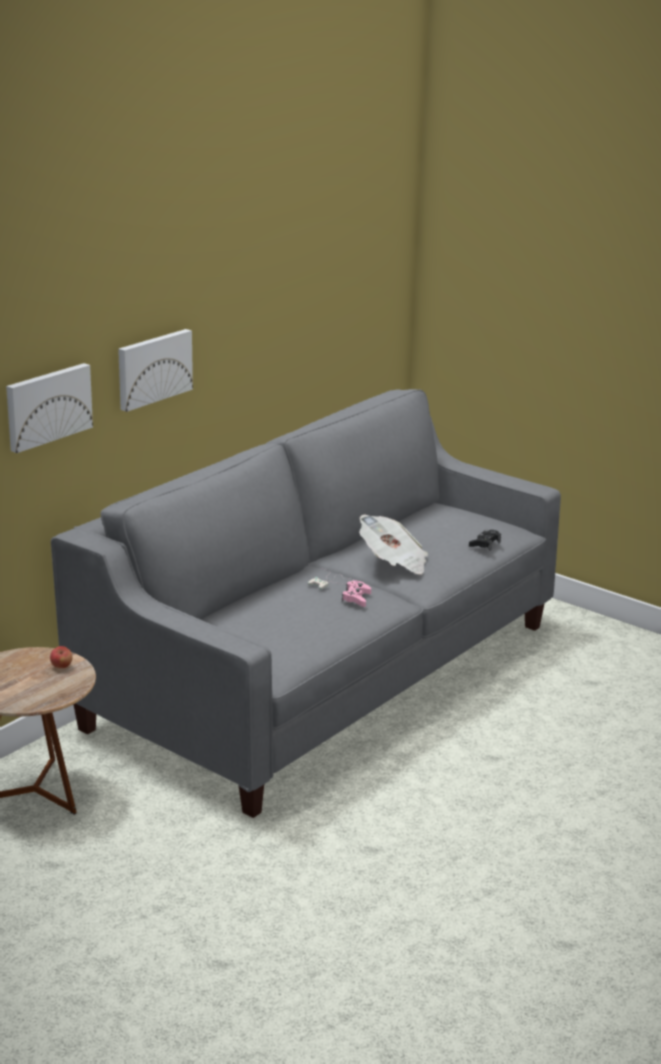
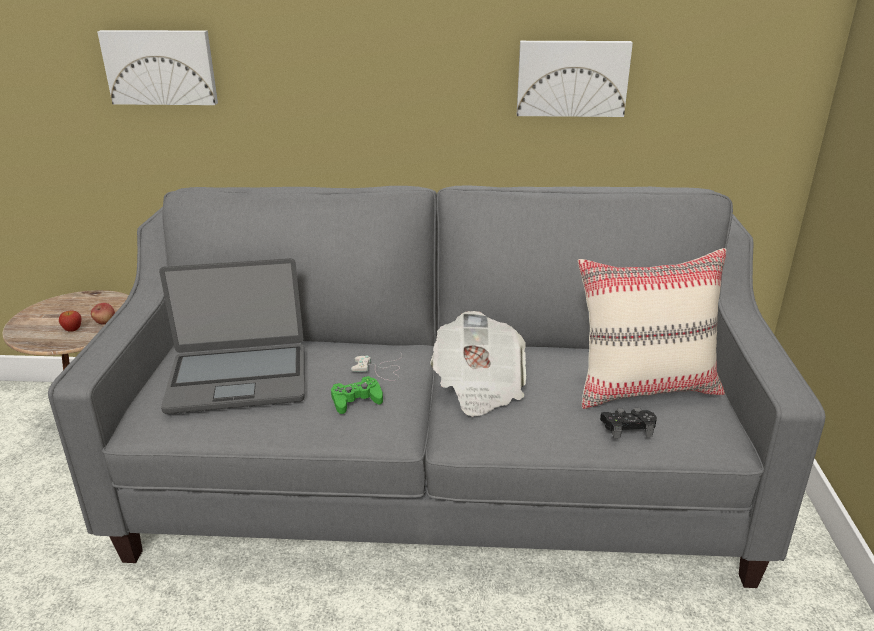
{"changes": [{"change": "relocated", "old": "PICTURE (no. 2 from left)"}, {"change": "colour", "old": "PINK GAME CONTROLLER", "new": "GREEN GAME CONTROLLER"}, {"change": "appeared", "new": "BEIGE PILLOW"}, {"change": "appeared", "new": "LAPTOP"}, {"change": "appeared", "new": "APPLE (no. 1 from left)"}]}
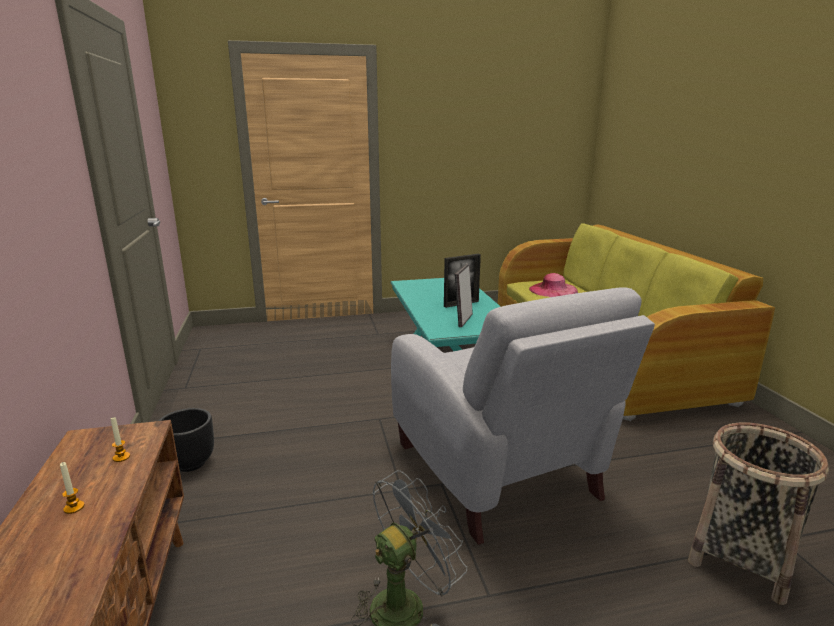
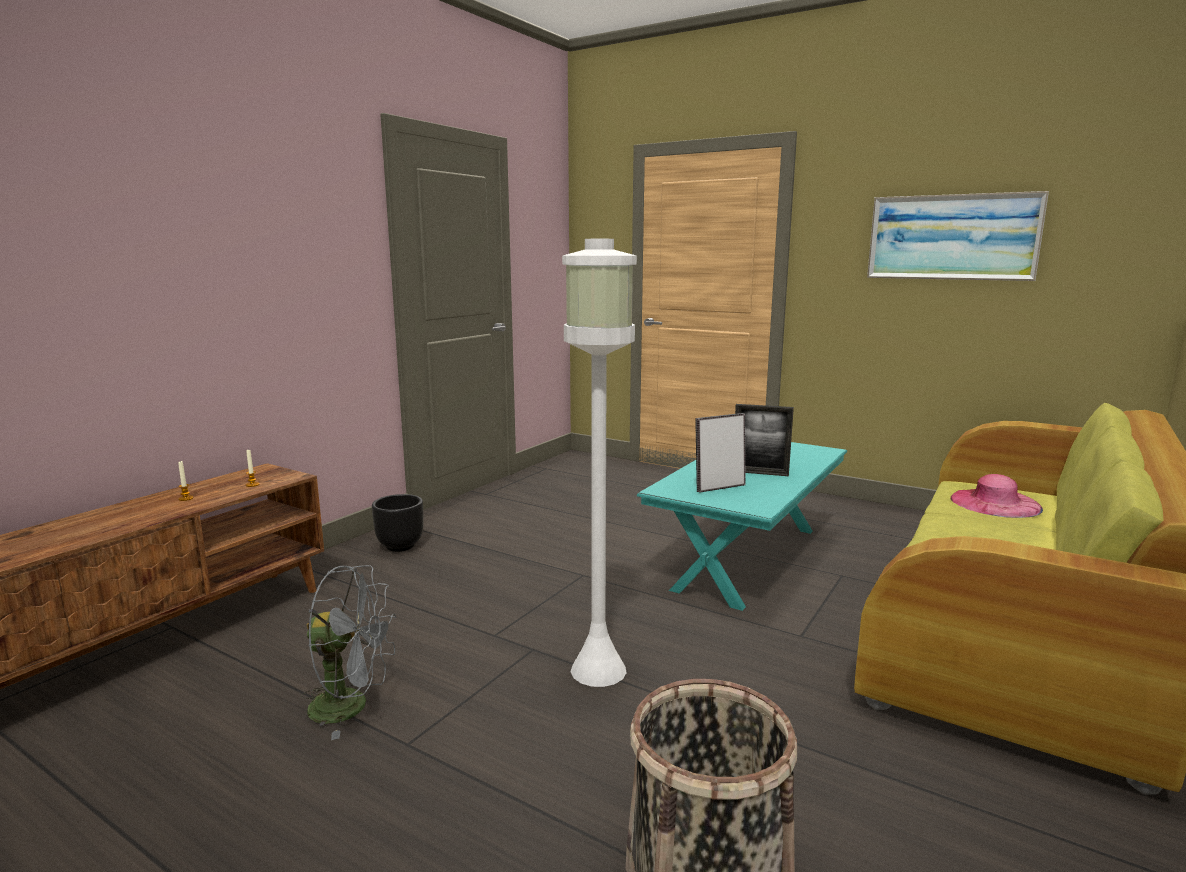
{"changes": [{"change": "exchanged", "old": "GREY ARMCHAIR", "new": "WHITE FLOOR LAMP"}, {"change": "appeared", "new": "PICTURE"}]}
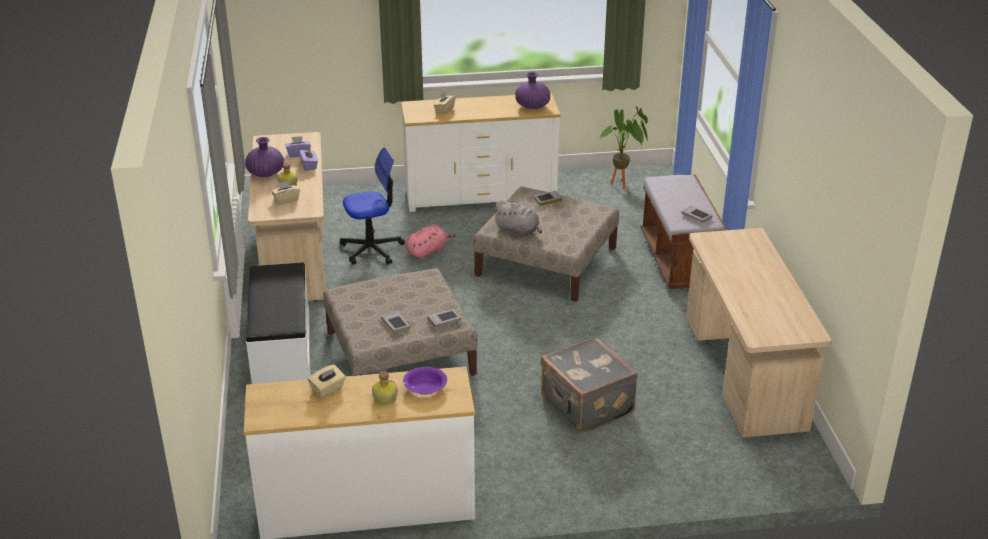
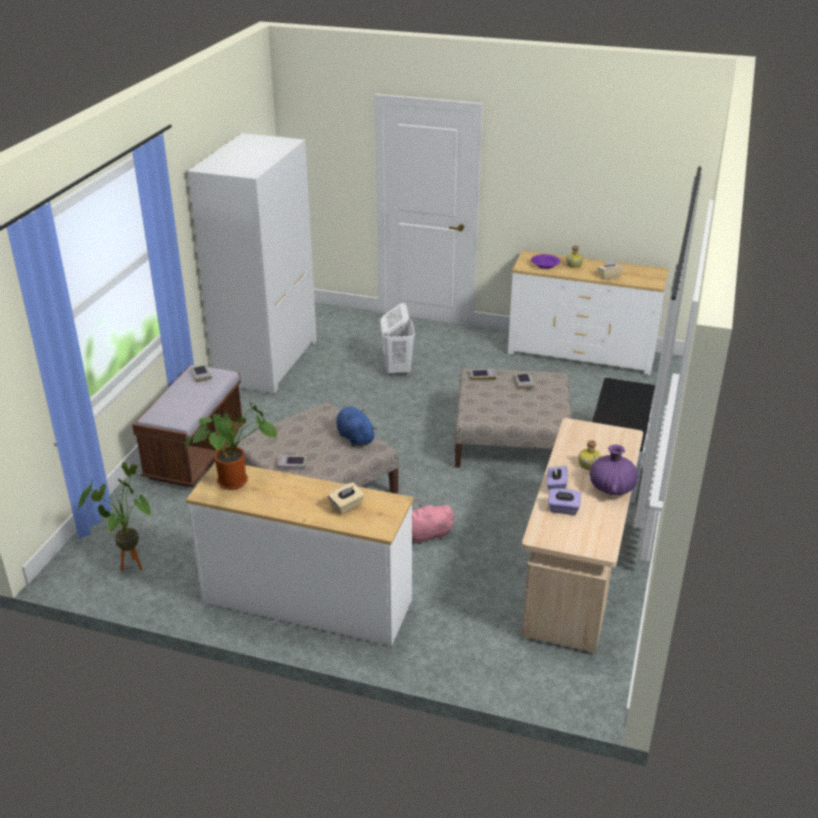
{"changes": [{"change": "exchanged", "old": "PURPLE VASE (no. 2 from left)", "new": "POTTED PLANT (no. 2 from left)"}, {"change": "missing", "old": "OFFICE CHAIR"}, {"change": "missing", "old": "BEIGE TISSUE BOX (no. 1 from left)"}, {"change": "colour", "old": "GREY PLUSH TOY", "new": "BLUE PLUSH TOY"}, {"change": "exchanged", "old": "BEIGE DESK (no. 2 from left)", "new": "WHITE WARDROBE"}, {"change": "exchanged", "old": "GREY SUITCASE", "new": "WHITE LAUNDRY BASKET"}]}
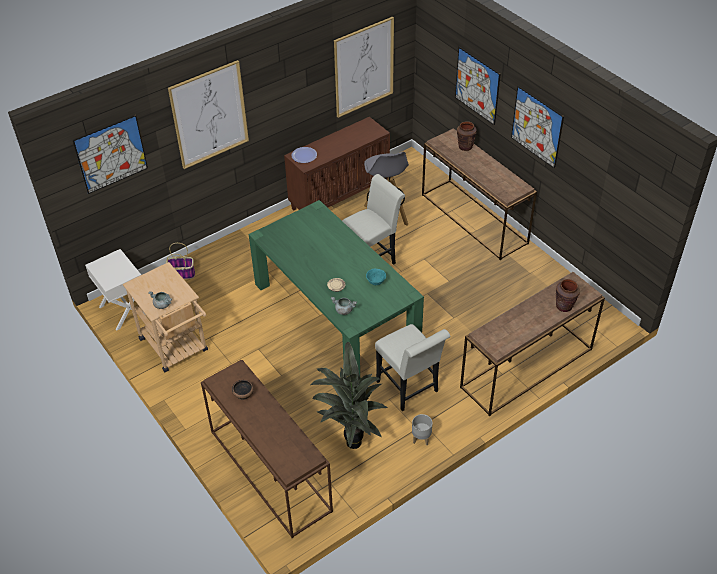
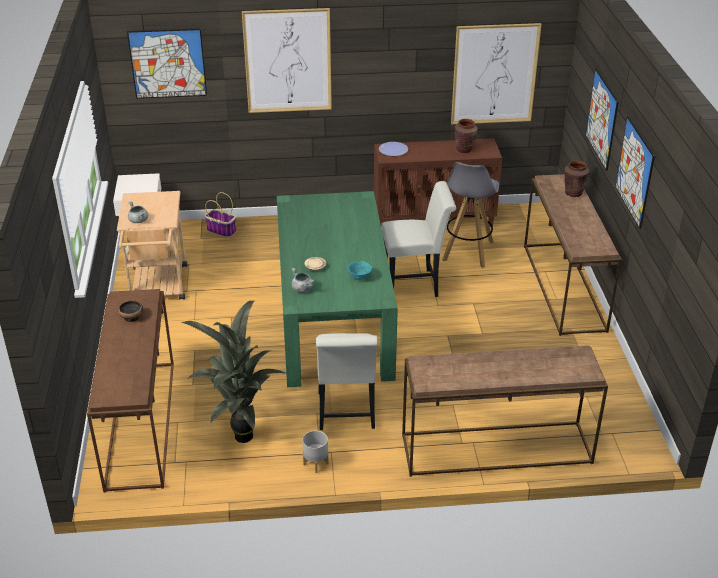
{"changes": [{"change": "relocated", "old": "BROWN VASE (no. 2 from left in the first image)", "new": "BROWN VASE (no. 1 from left)"}]}
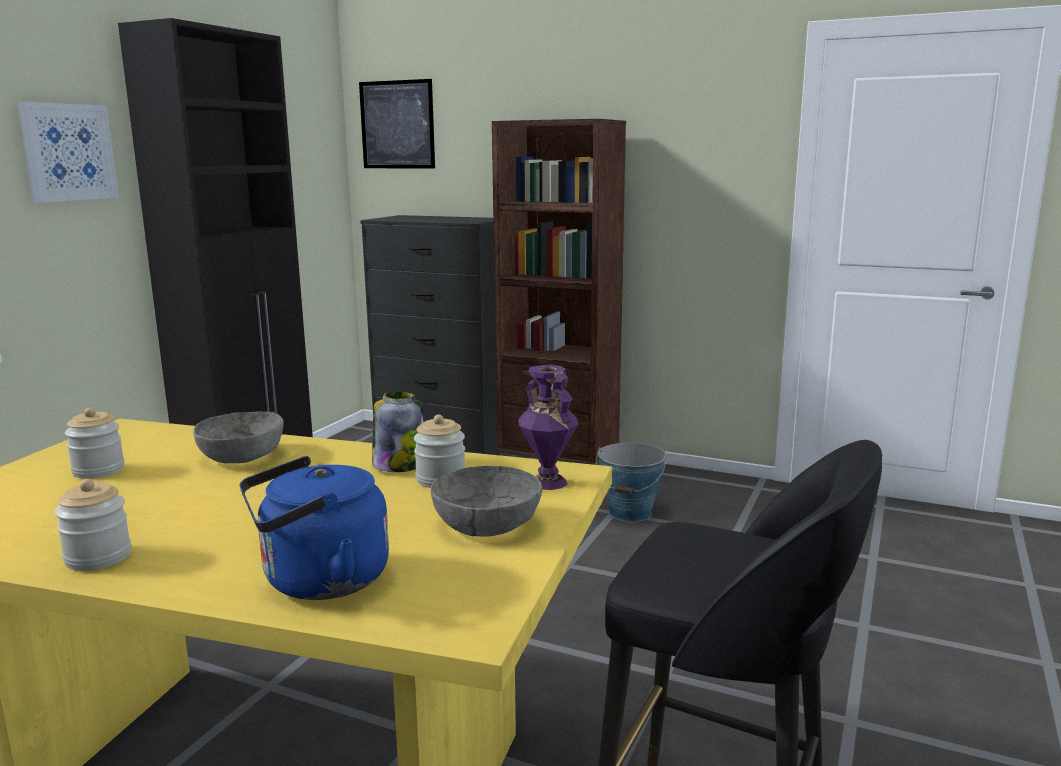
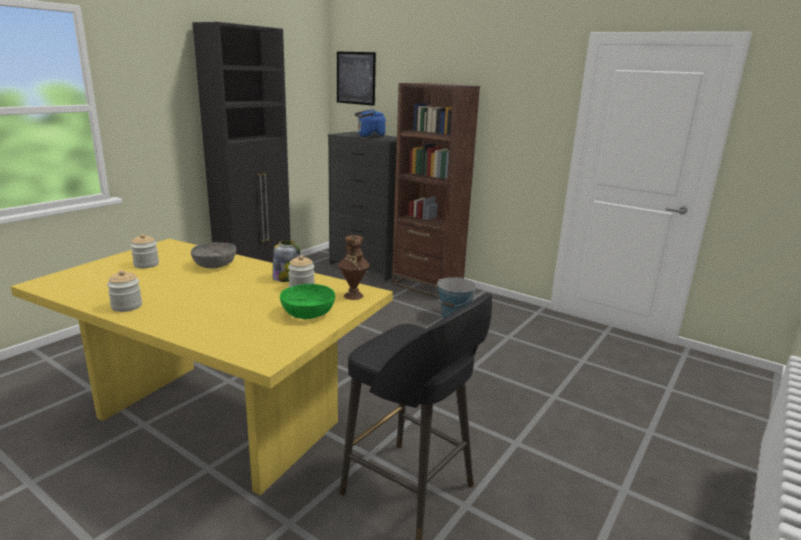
{"changes": [{"change": "missing", "old": "PICTURE (no. 1 from left)"}, {"change": "colour", "old": "PURPLE VASE", "new": "BROWN VASE"}, {"change": "relocated", "old": "BLUE KETTLE"}, {"change": "colour", "old": "GREY BOWL (no. 2 from left)", "new": "GREEN BOWL"}]}
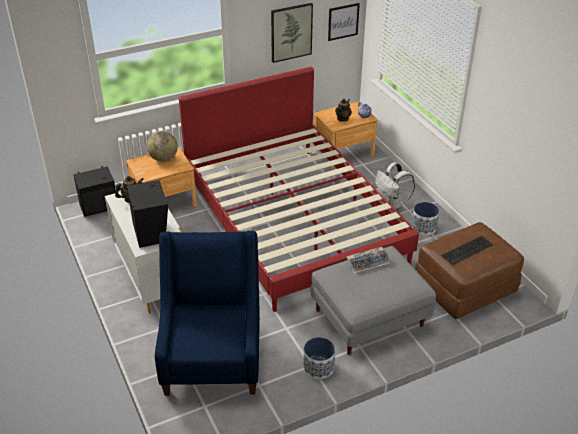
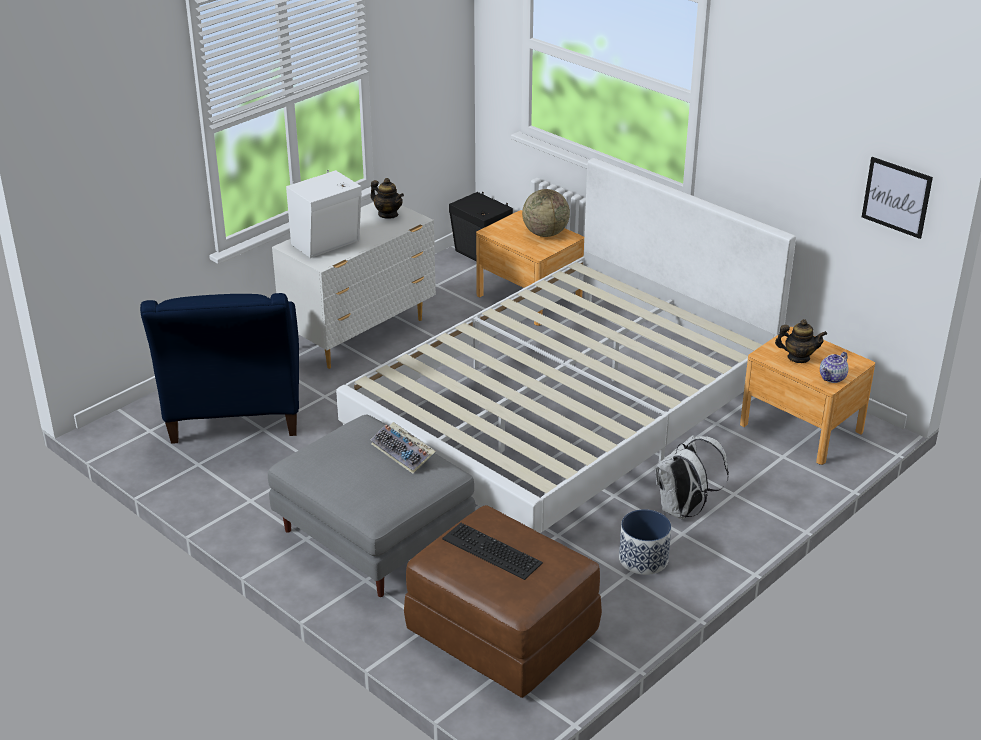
{"changes": [{"change": "missing", "old": "PICTURE (no. 1 from left)"}, {"change": "colour", "old": "RED BED", "new": "WHITE BED"}, {"change": "colour", "old": "BLACK SPEAKER (no. 2 from left)", "new": "WHITE SPEAKER"}, {"change": "spun", "old": "BLUE ARMCHAIR", "degrees": 105}, {"change": "missing", "old": "PLANTER (no. 1 from left)"}]}
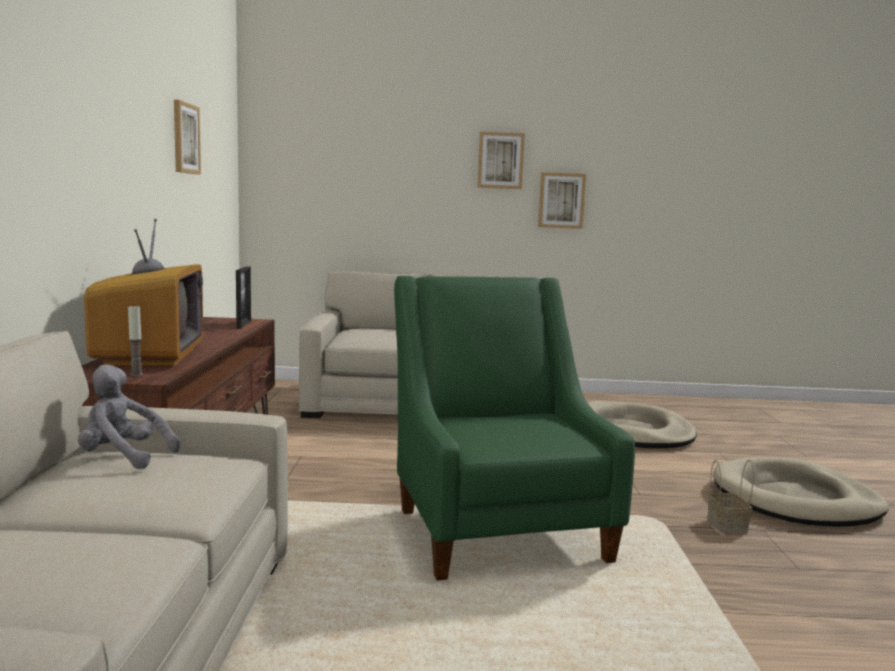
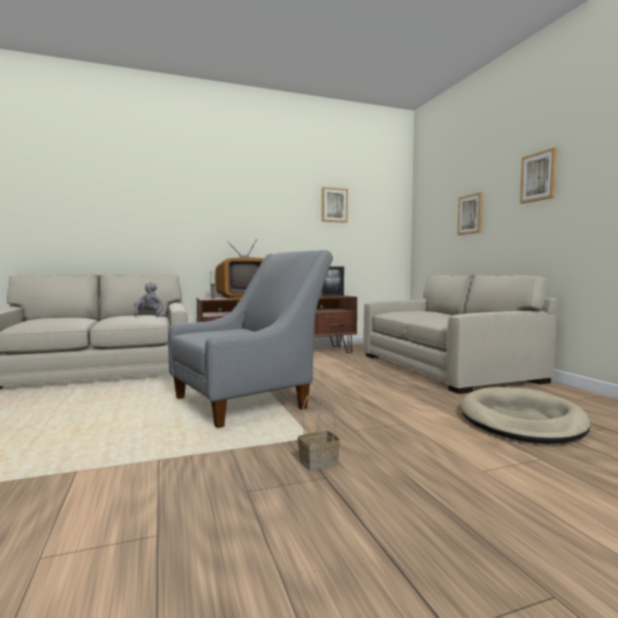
{"changes": [{"change": "relocated", "old": "PICTURE (no. 3 from left in the first image)", "new": "PICTURE (no. 2 from left)"}, {"change": "colour", "old": "GREEN ARMCHAIR", "new": "GREY ARMCHAIR"}, {"change": "missing", "old": "BEIGE DOG BED (no. 2 from left)"}]}
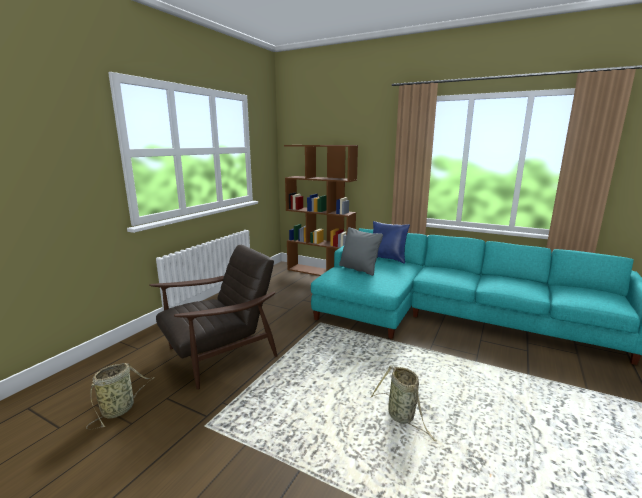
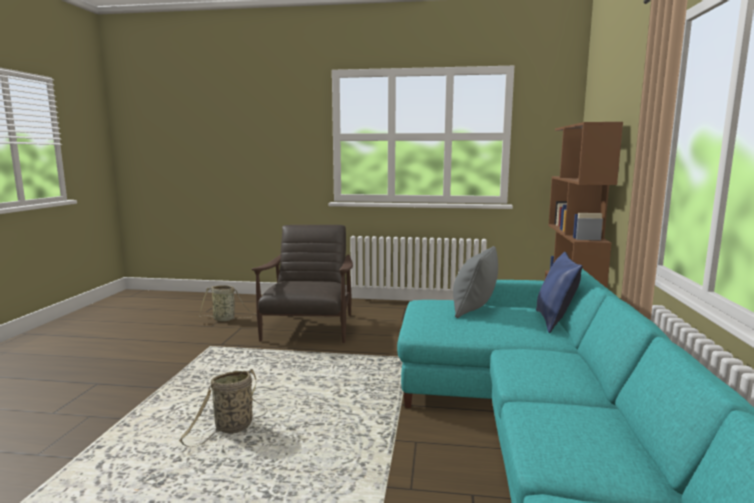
{"changes": [{"change": "spun", "old": "BROWN ARMCHAIR", "degrees": -120}]}
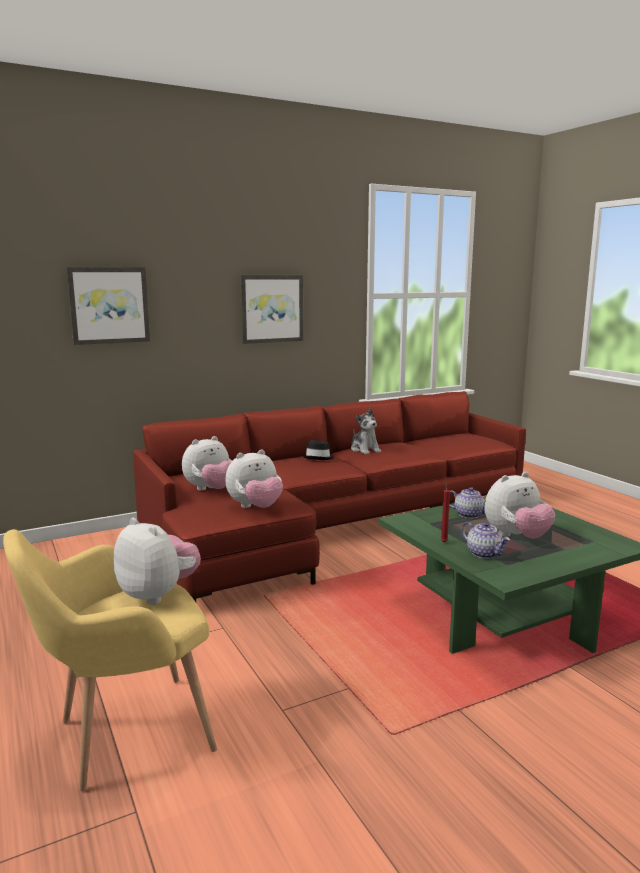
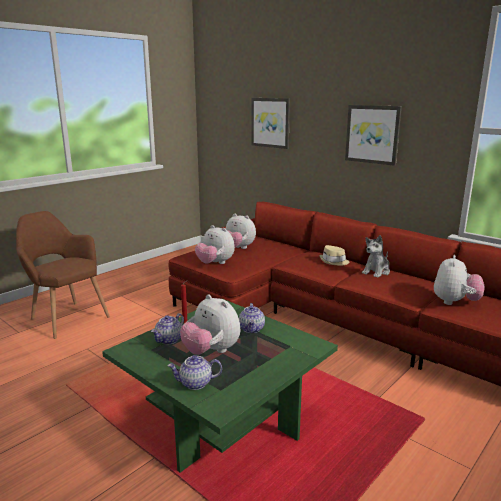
{"changes": [{"change": "colour", "old": "BLACK HAT", "new": "BEIGE HAT"}, {"change": "relocated", "old": "PLUSH TOY (no. 1 from left in the first image)", "new": "PLUSH TOY (no. 5 from left)"}, {"change": "colour", "old": "YELLOW ARMCHAIR", "new": "BROWN ARMCHAIR"}, {"change": "appeared", "new": "TEAPOT (no. 2 from left)"}]}
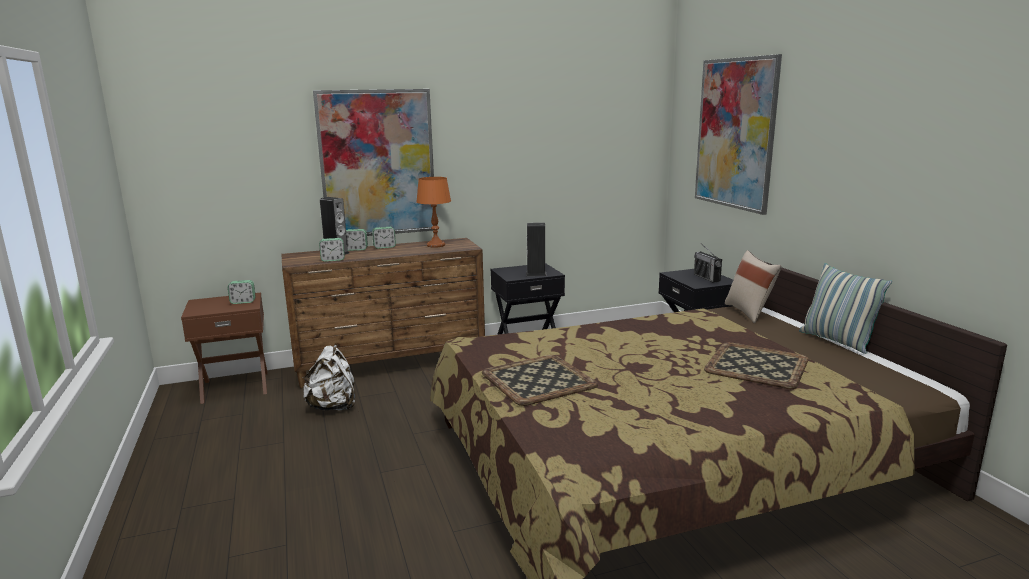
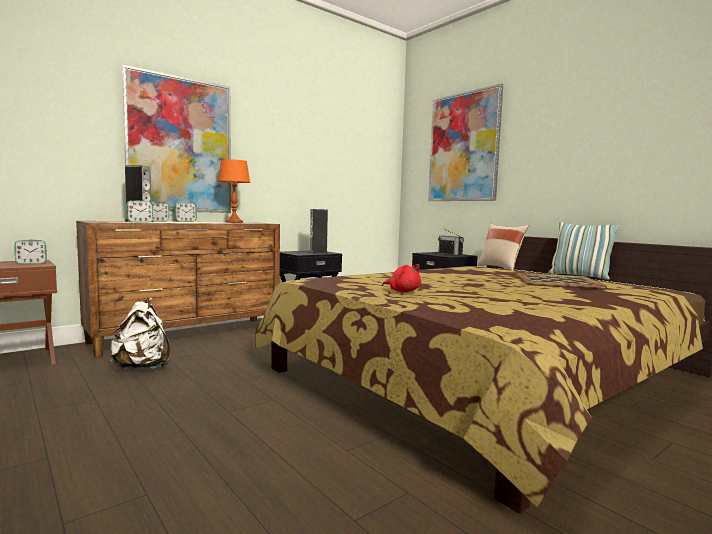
{"changes": [{"change": "exchanged", "old": "TRAY (no. 1 from left)", "new": "RED PLUSH TOY"}]}
